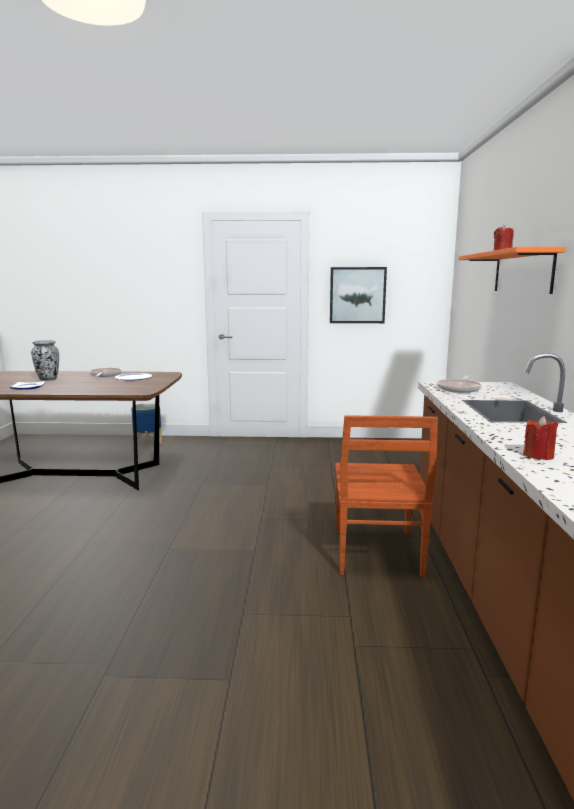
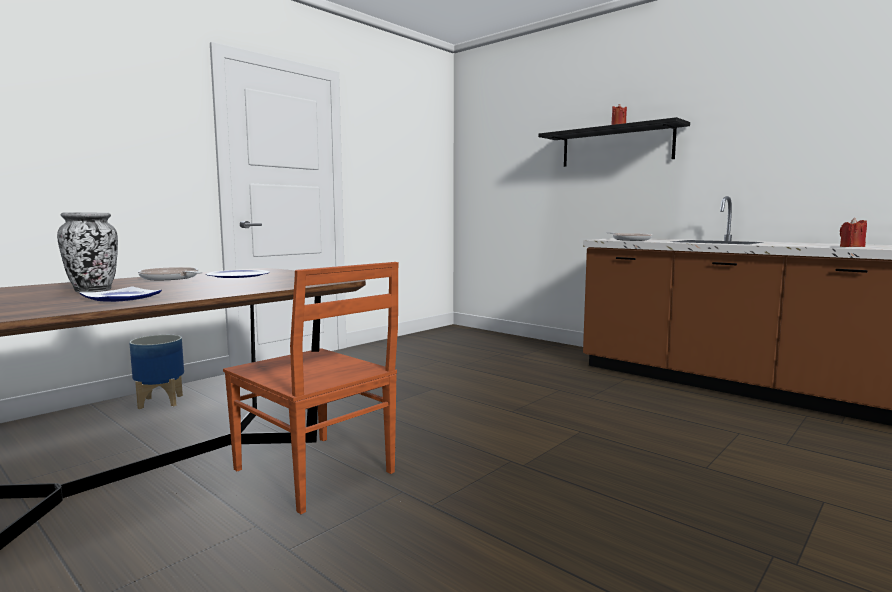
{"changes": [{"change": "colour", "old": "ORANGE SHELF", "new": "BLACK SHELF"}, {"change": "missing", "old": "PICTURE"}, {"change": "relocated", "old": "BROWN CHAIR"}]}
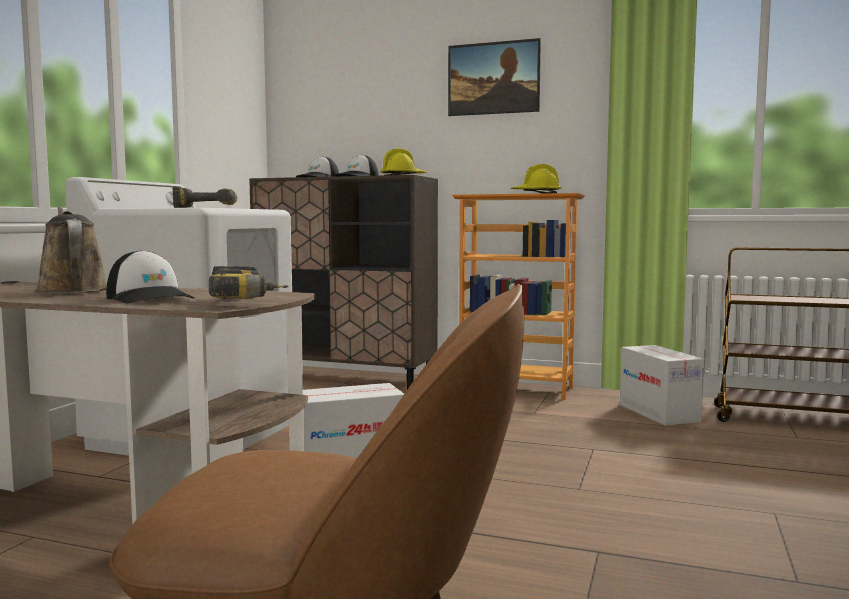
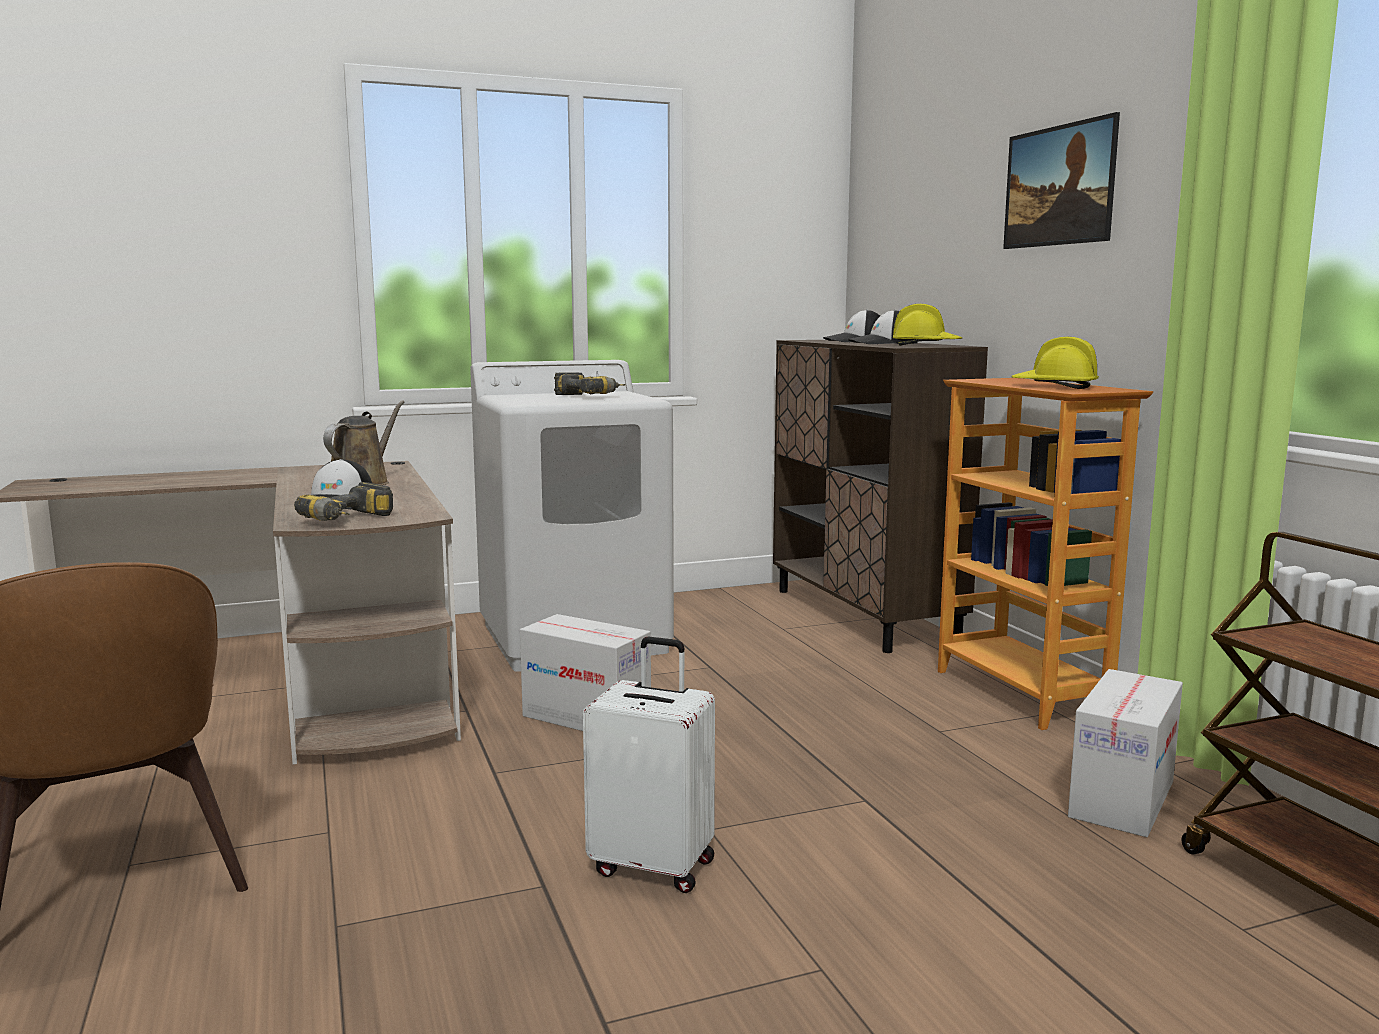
{"changes": [{"change": "appeared", "new": "WHITE SUITCASE"}]}
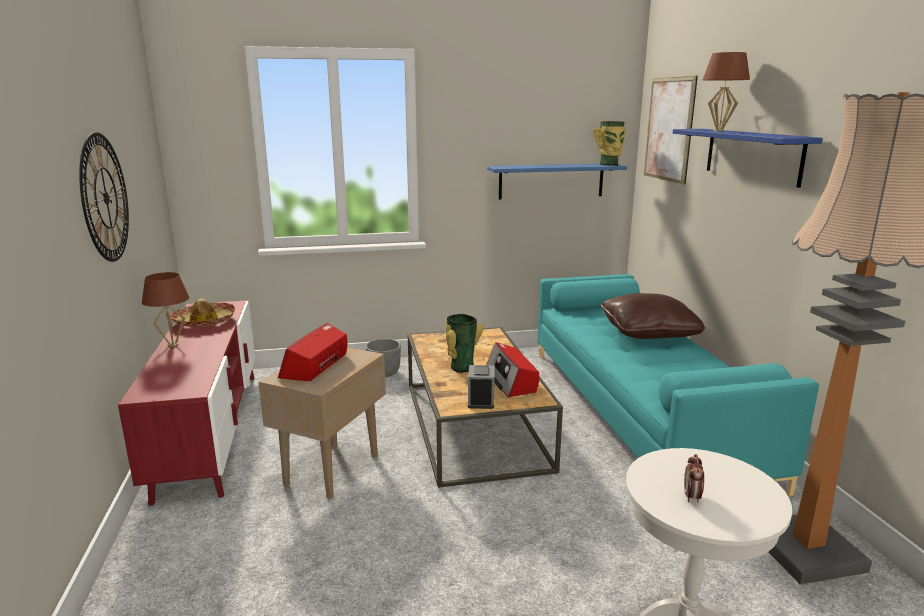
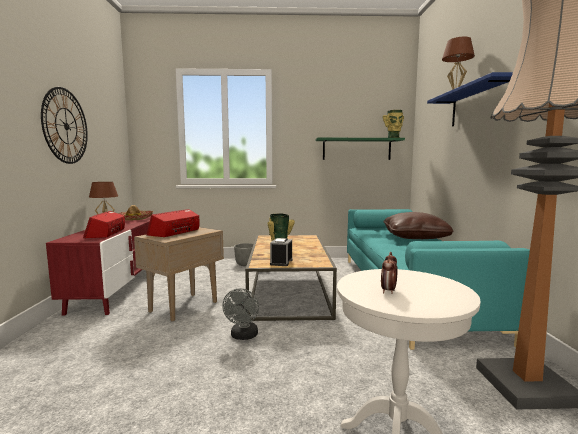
{"changes": [{"change": "missing", "old": "PICTURE"}, {"change": "colour", "old": "BLUE SHELF (no. 1 from left)", "new": "GREEN SHELF"}, {"change": "relocated", "old": "RADIO (no. 2 from left in the first image)", "new": "RADIO (no. 1 from left)"}, {"change": "appeared", "new": "GREY FAN"}]}
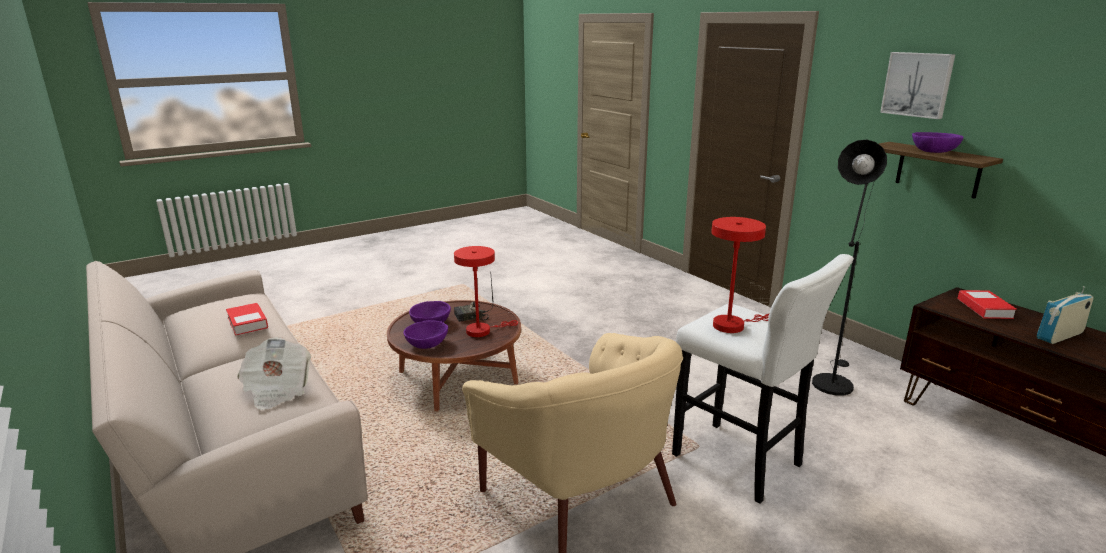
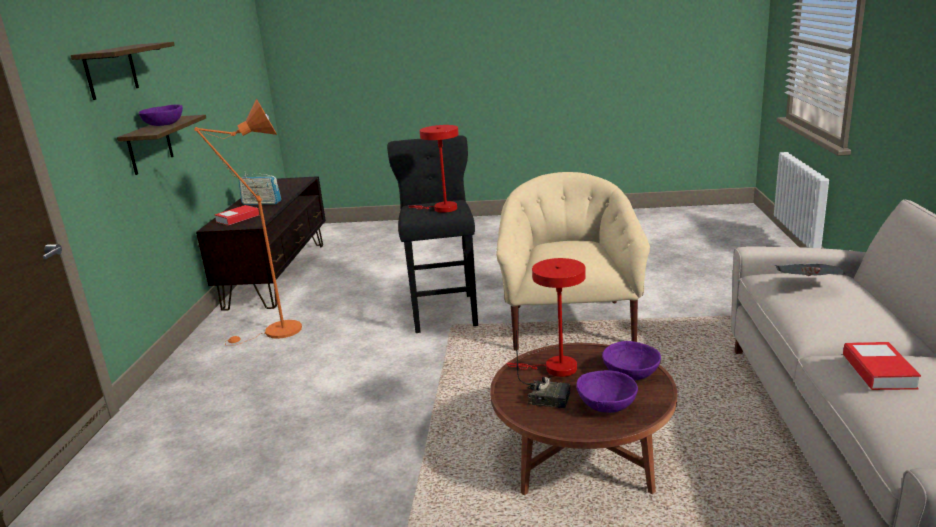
{"changes": [{"change": "exchanged", "old": "PICTURE", "new": "SHELF (no. 1 from left)"}, {"change": "colour", "old": "BLACK FLOOR LAMP", "new": "ORANGE FLOOR LAMP"}, {"change": "colour", "old": "WHITE STOOL", "new": "BLACK STOOL"}]}
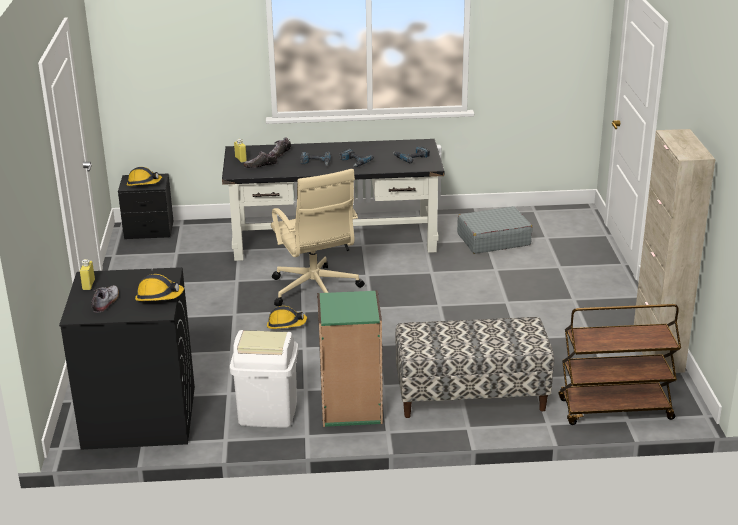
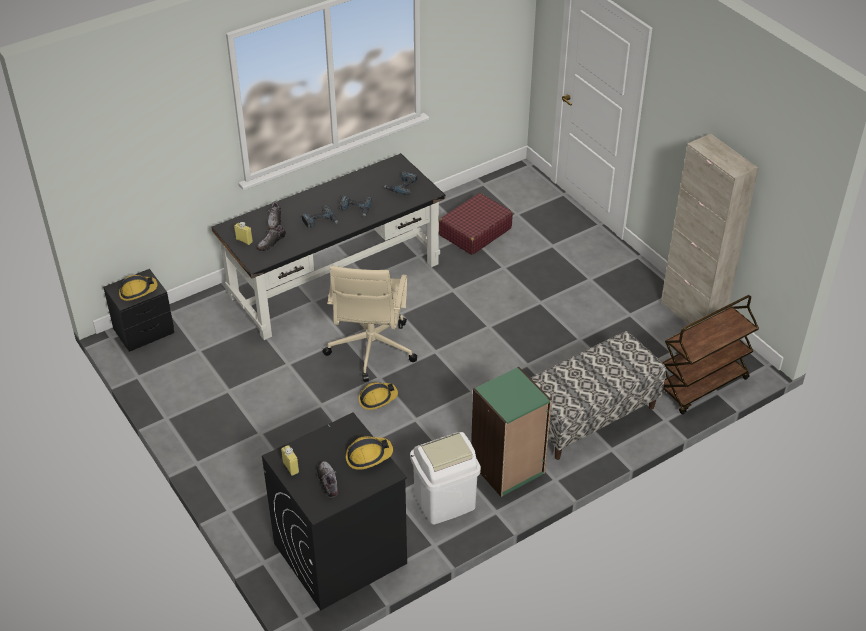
{"changes": [{"change": "spun", "old": "BEIGE OFFICE CHAIR", "degrees": 60}, {"change": "colour", "old": "GREY SUITCASE", "new": "RED SUITCASE"}]}
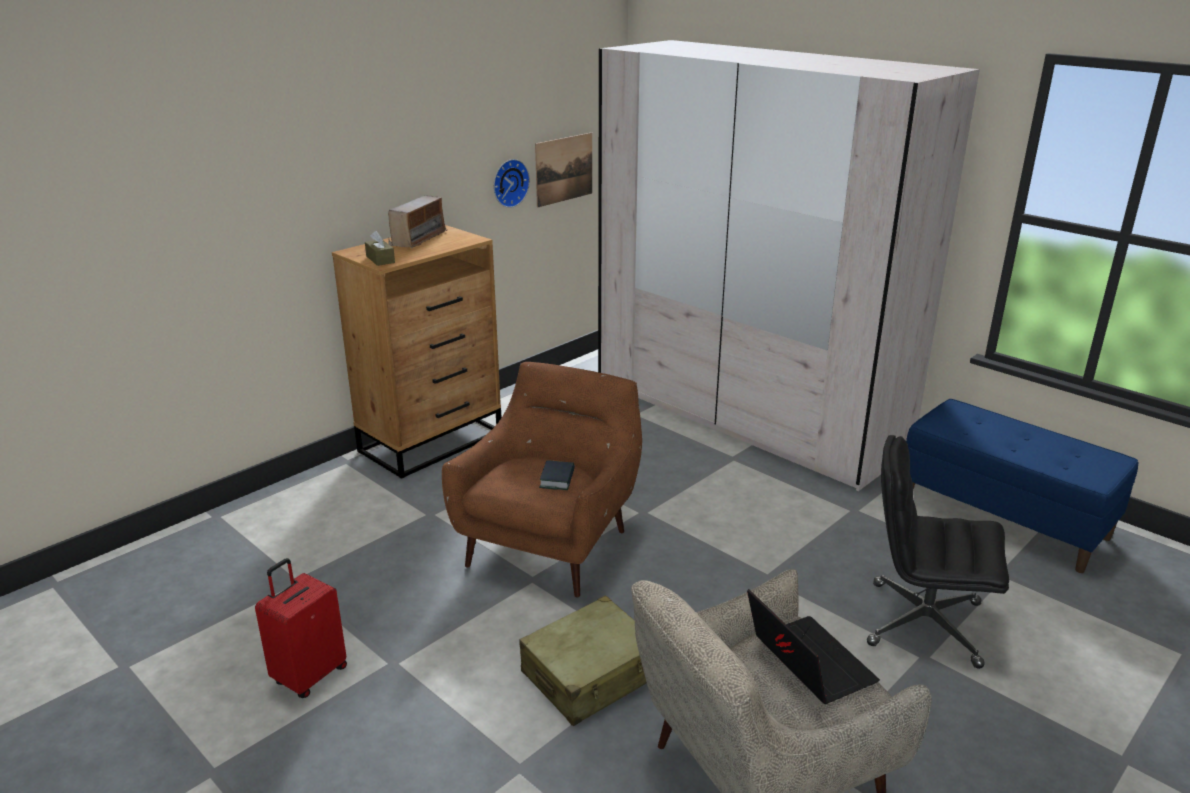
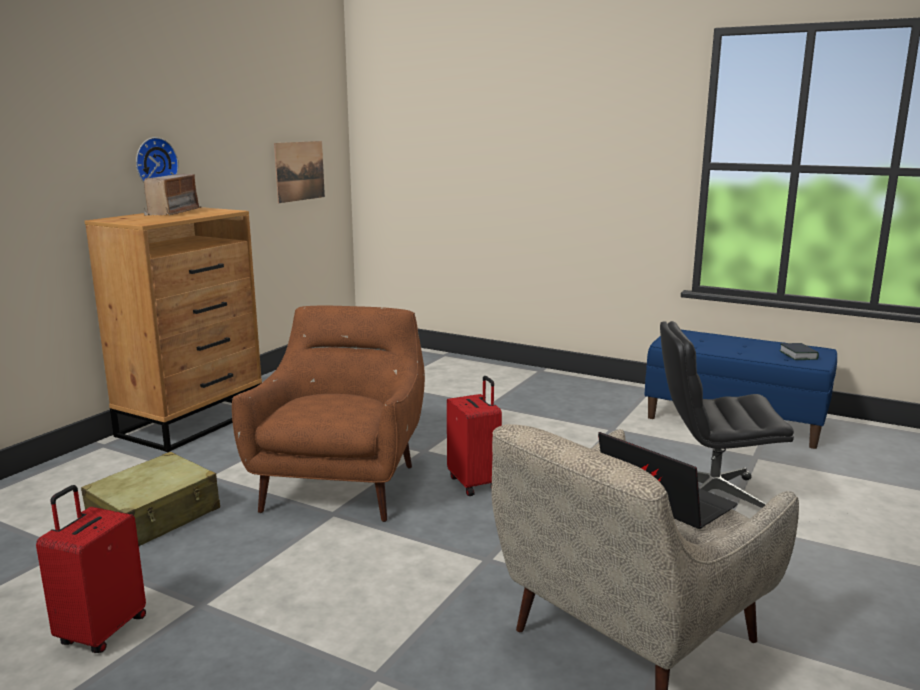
{"changes": [{"change": "missing", "old": "BEIGE WARDROBE"}, {"change": "relocated", "old": "WALL CLOCK"}, {"change": "missing", "old": "BROWN TISSUE BOX"}, {"change": "relocated", "old": "BOOK"}, {"change": "relocated", "old": "BEIGE SUITCASE"}, {"change": "appeared", "new": "RED SUITCASE (no. 2 from left)"}]}
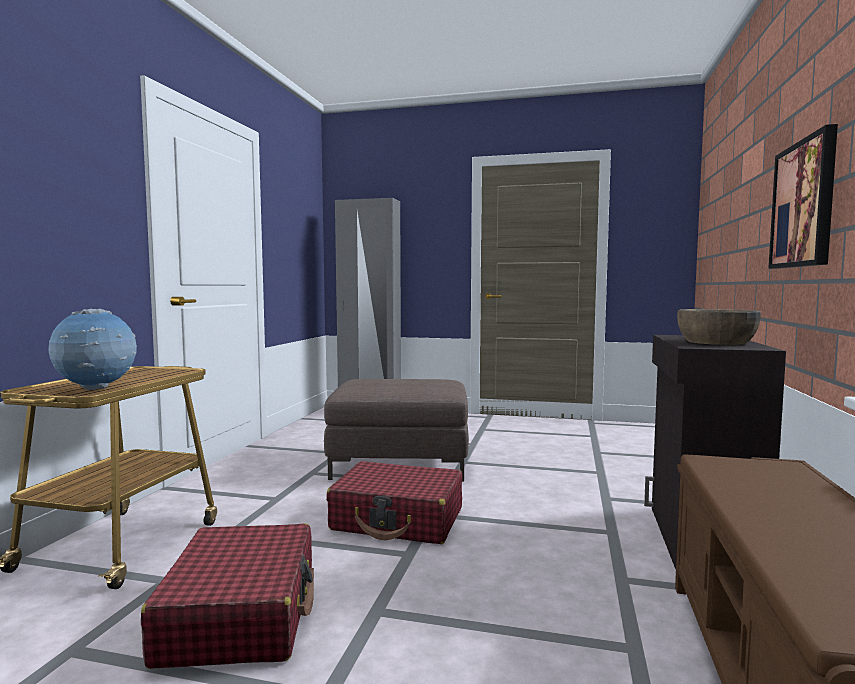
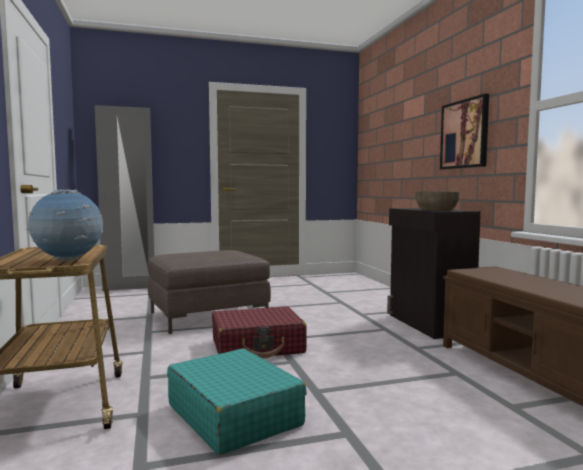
{"changes": [{"change": "colour", "old": "RED SUITCASE (no. 1 from left)", "new": "TURQUOISE SUITCASE"}]}
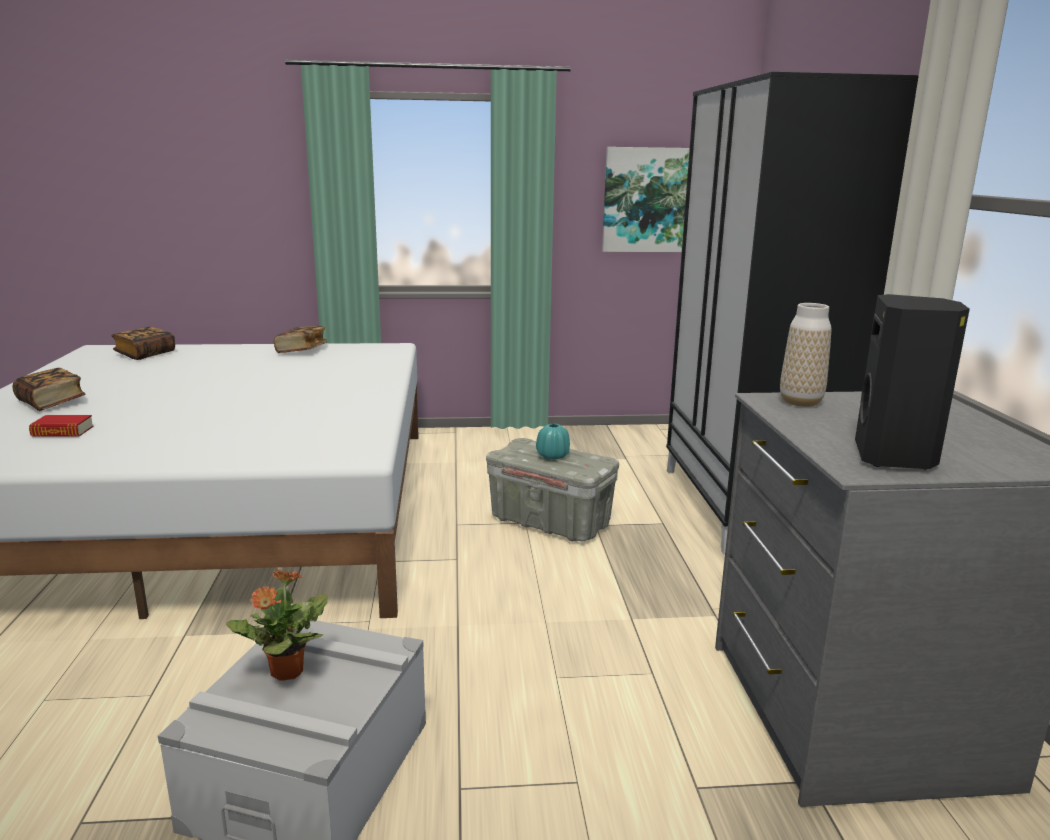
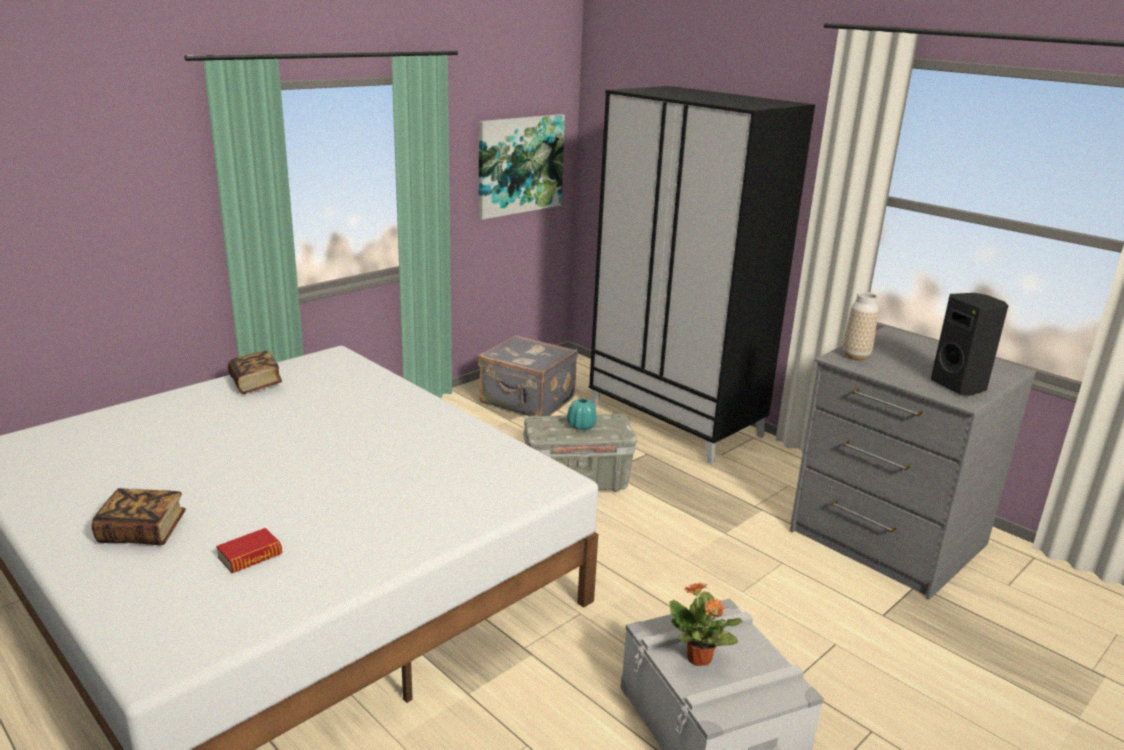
{"changes": [{"change": "missing", "old": "BOOK (no. 3 from left)"}, {"change": "appeared", "new": "GREY SUITCASE"}]}
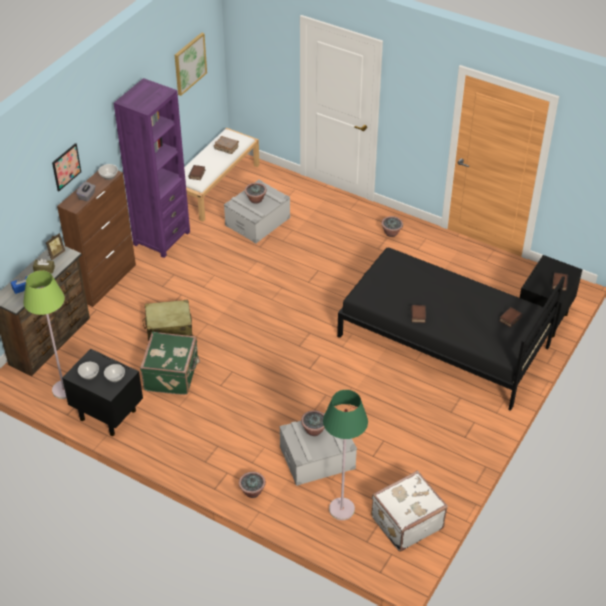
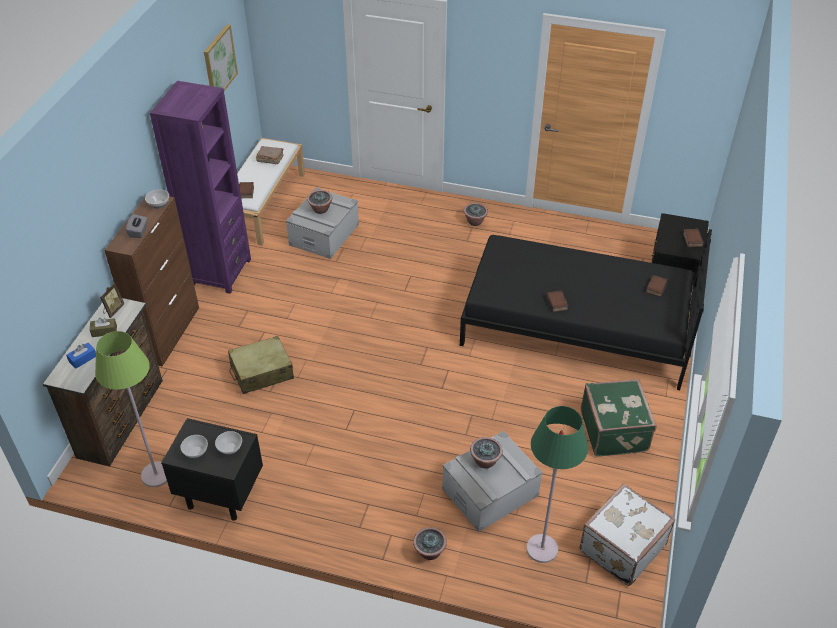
{"changes": [{"change": "missing", "old": "PICTURE (no. 1 from left)"}, {"change": "relocated", "old": "GREEN SUITCASE"}]}
